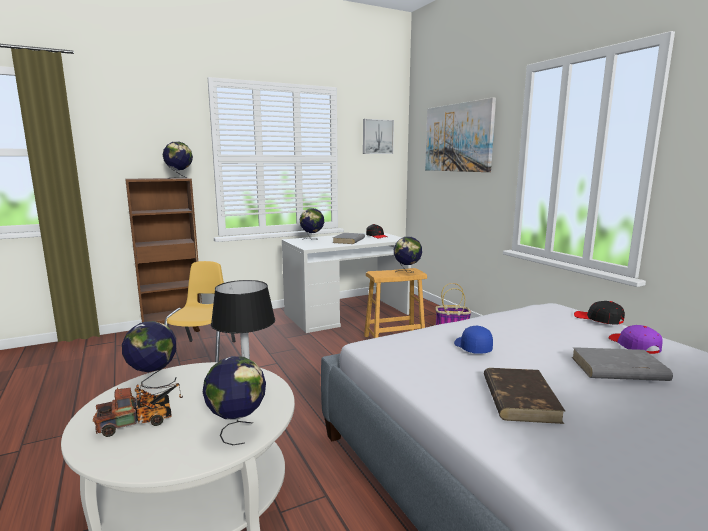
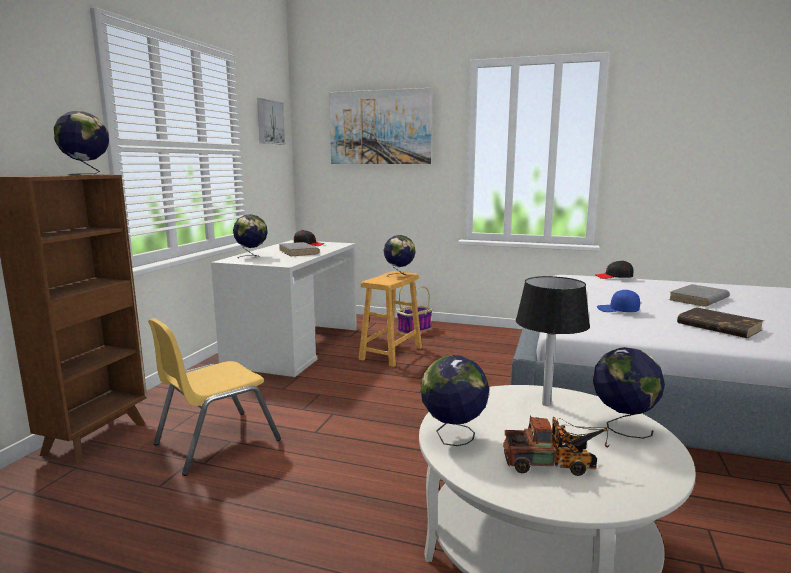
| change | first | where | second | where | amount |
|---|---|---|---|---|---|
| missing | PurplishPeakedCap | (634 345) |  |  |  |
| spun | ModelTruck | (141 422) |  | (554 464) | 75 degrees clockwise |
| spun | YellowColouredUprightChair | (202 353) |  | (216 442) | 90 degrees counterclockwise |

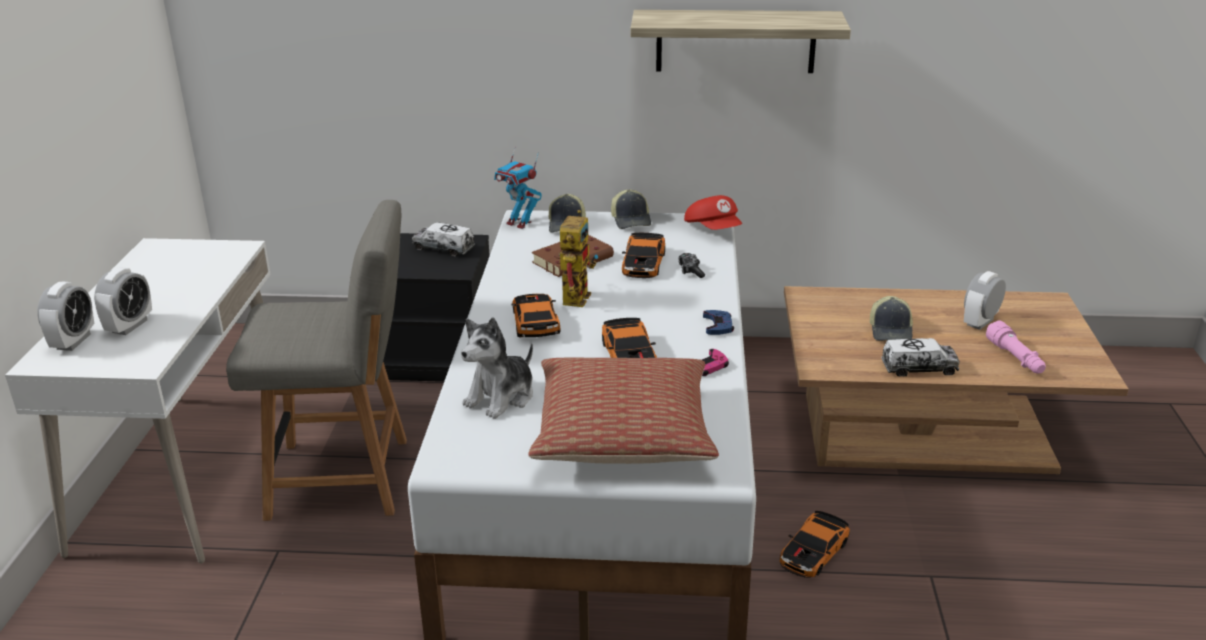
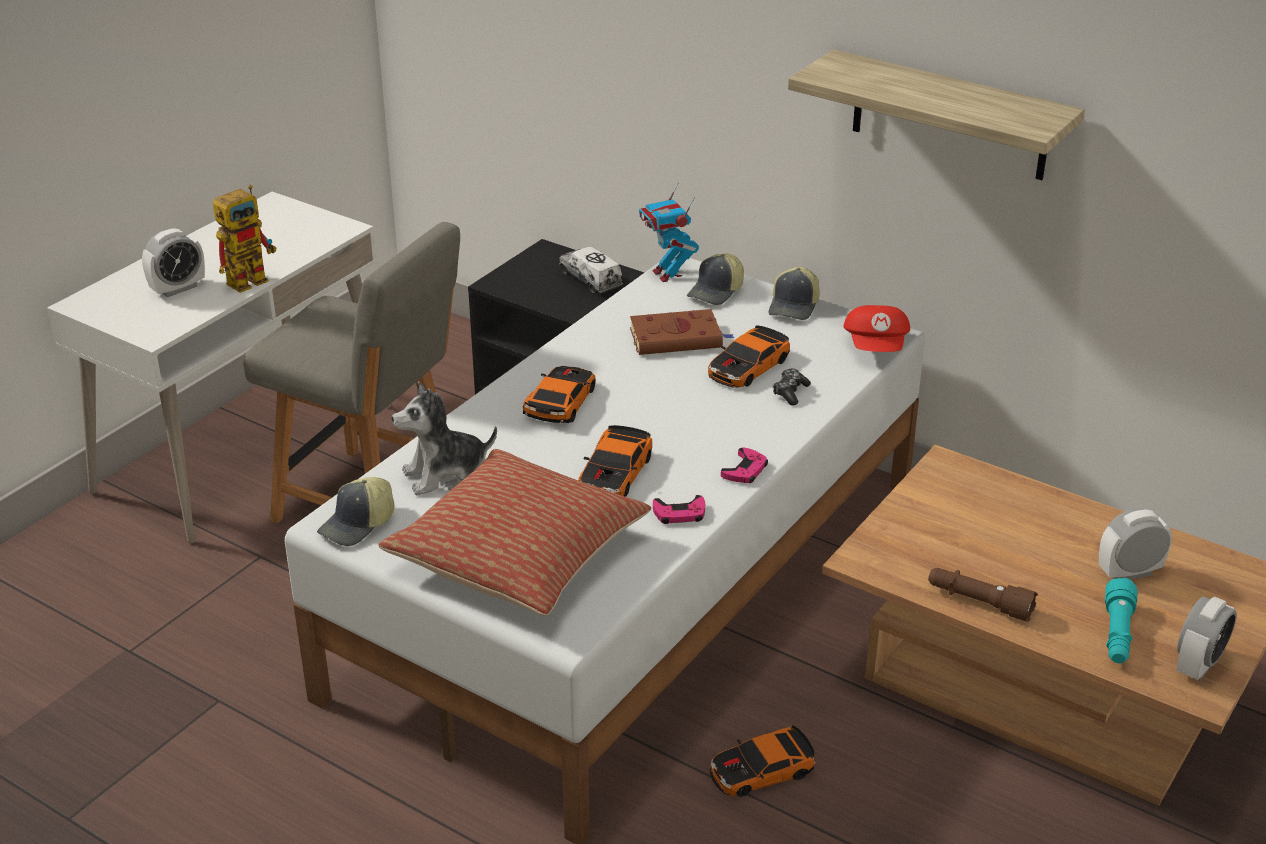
| change | first | where | second | where | amount |
|---|---|---|---|---|---|
| relocated | BedsideClock | (73 341) |  | (1198 665) |  |
| relocated | RobotFigure | (575 295) |  | (252 278) |  |
| relocated | PeakedCap | (891 331) |  | (358 524) |  |
| exchanged | ModelTruck | (919 368) | BrownColouredFlashlight | (979 602) |  |
| colour | BlueJoypad | (718 326) | PinkColouredJoypad | (745 470) |  |
| colour | PinkColouredFlashlight | (1015 358) | BlueGreenFlashlight | (1117 634) |  |

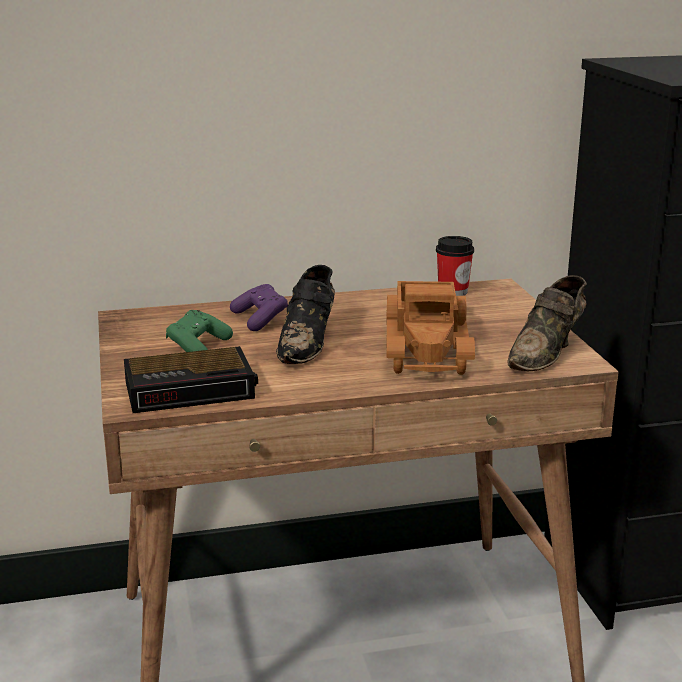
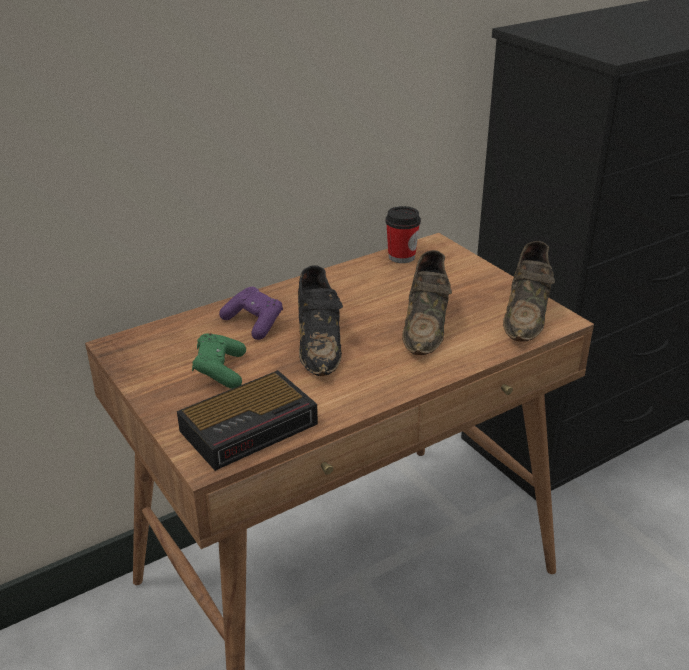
| change | first | where | second | where | amount |
|---|---|---|---|---|---|
| exchanged | ModelTruck | (429 346) | BrownColouredItemOfFootwear | (426 326) |  |

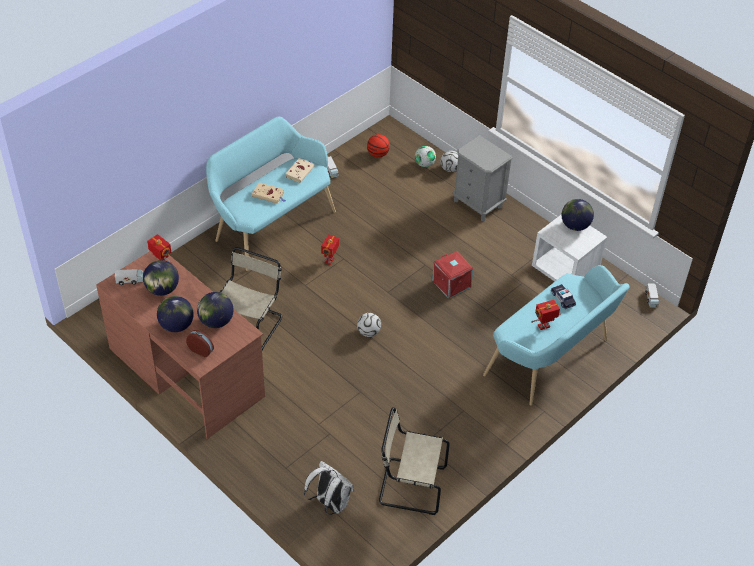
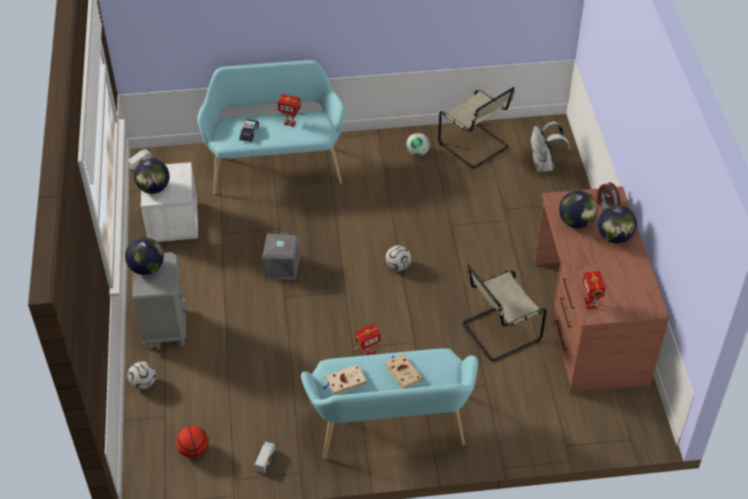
| change | first | where | second | where | amount |
|---|---|---|---|---|---|
| missing | ModelTruck | (130 280) |  |  |  |
| relocated | Globe | (162 289) |  | (147 268) |  |
| relocated | Football | (424 164) |  | (417 153) |  |
| colour | RedColouredStorageBin | (452 284) | GrayStorageBin | (281 266) |  |

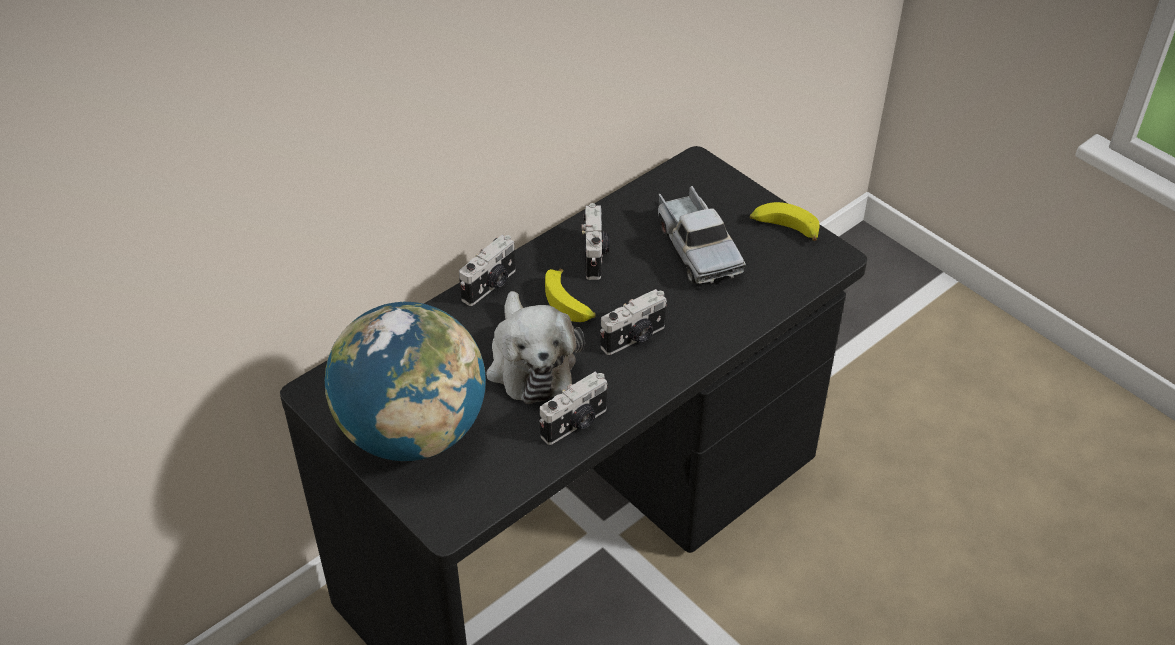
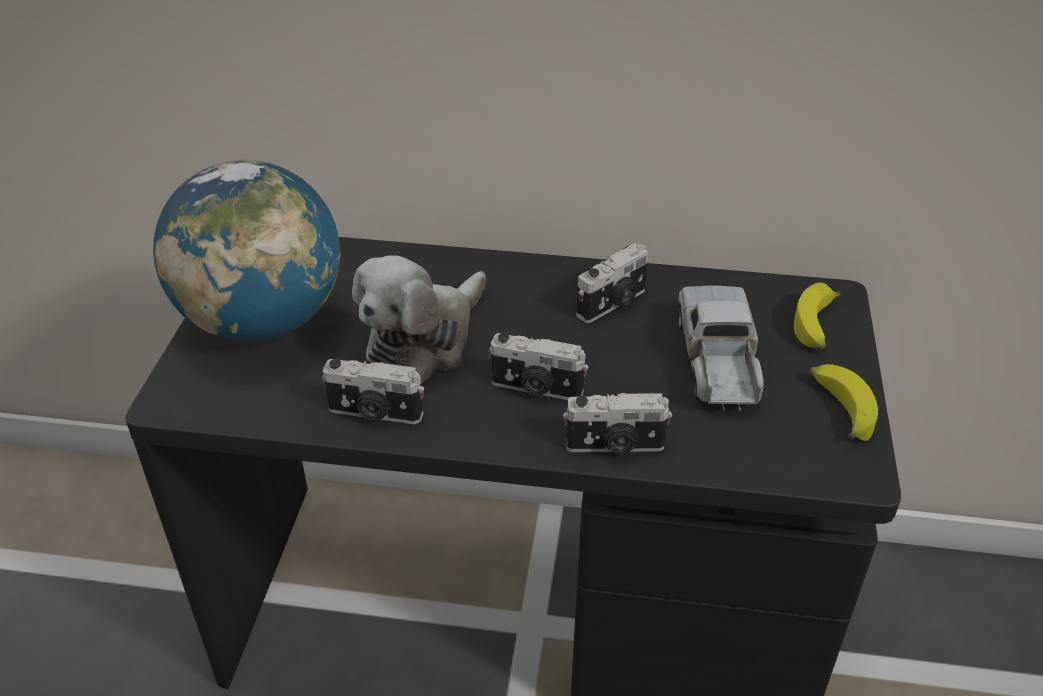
| change | first | where | second | where | amount |
|---|---|---|---|---|---|
| relocated | StillCamera | (491 285) |  | (615 446) |  |
| relocated | Banana | (569 303) |  | (816 327) |  |
| spun | ModelTruck | (696 248) |  | (718 362) | 150 degrees clockwise |

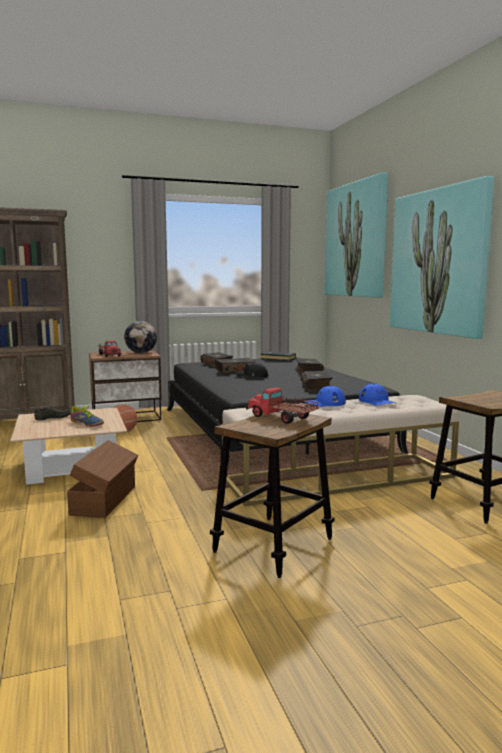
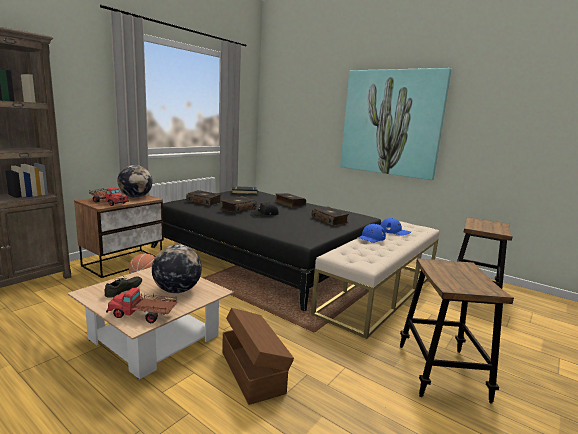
| change | first | where | second | where | amount |
|---|---|---|---|---|---|
| missing | Picture | (356 240) |  |  |  |
| relocated | ModelTruck | (282 418) |  | (143 315) |  |
| exchanged | ItemOfFootwear | (87 423) | Globe | (177 290) |  |

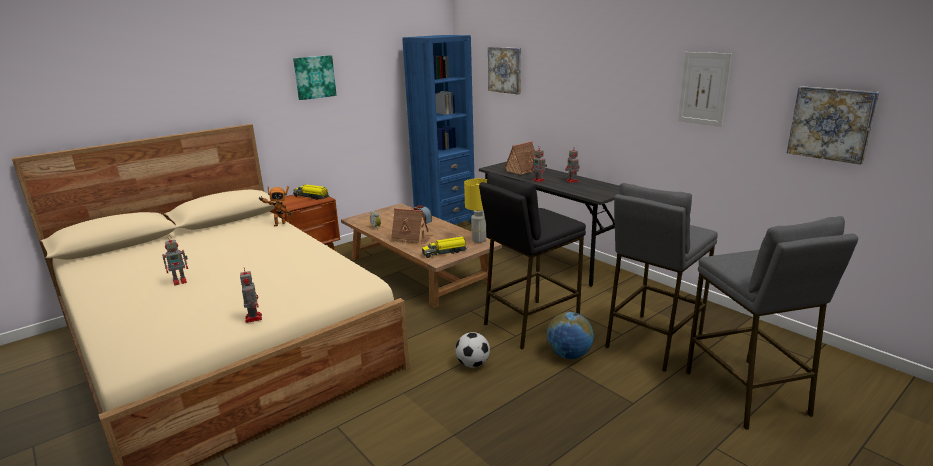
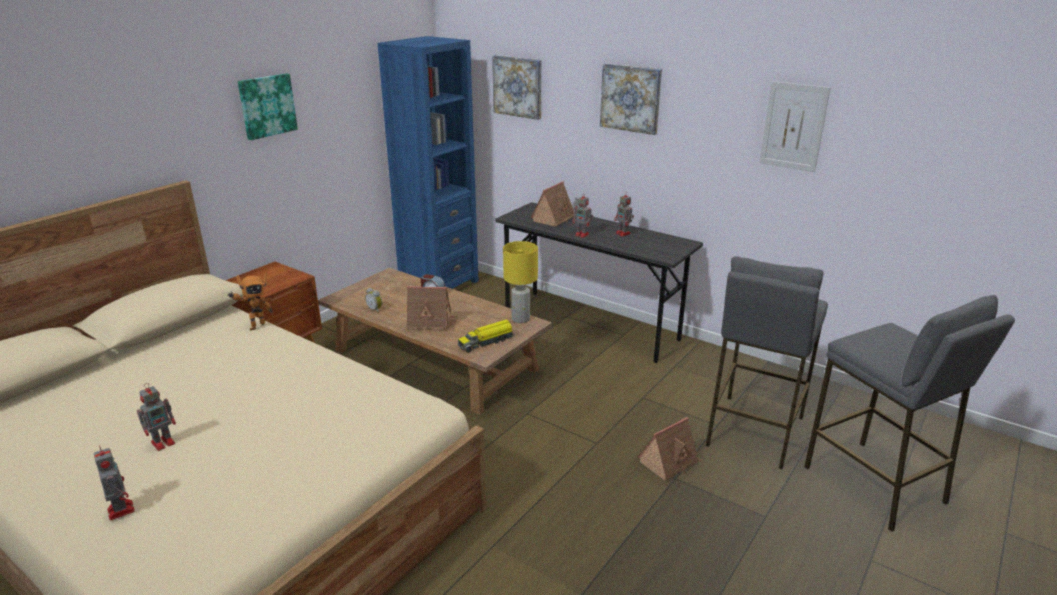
| change | first | where | second | where | amount |
|---|---|---|---|---|---|
| missing | ModelTruck | (311 197) |  |  |  |
| missing | Football | (473 364) |  |  |  |
| missing | BlackColouredSittingStool | (530 323) |  |  |  |
| relocated | RobotFigure | (253 317) |  | (121 509) |  |
| relocated | Picture | (831 124) |  | (631 98) |  |
| exchanged | Globe | (569 355) | ModelHouse | (669 462) |  |

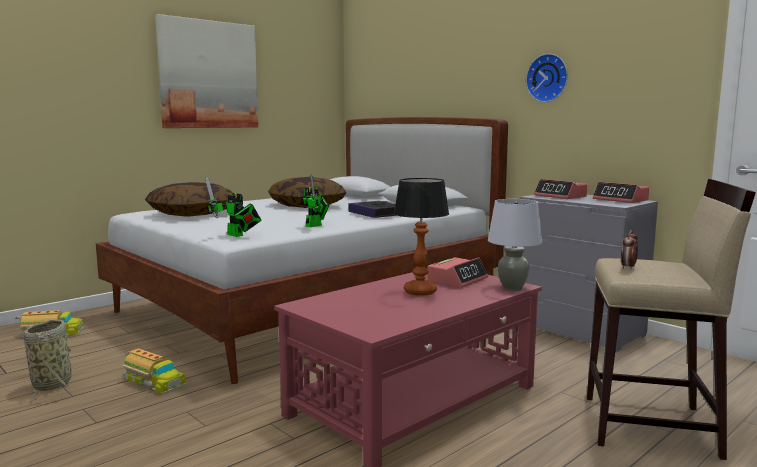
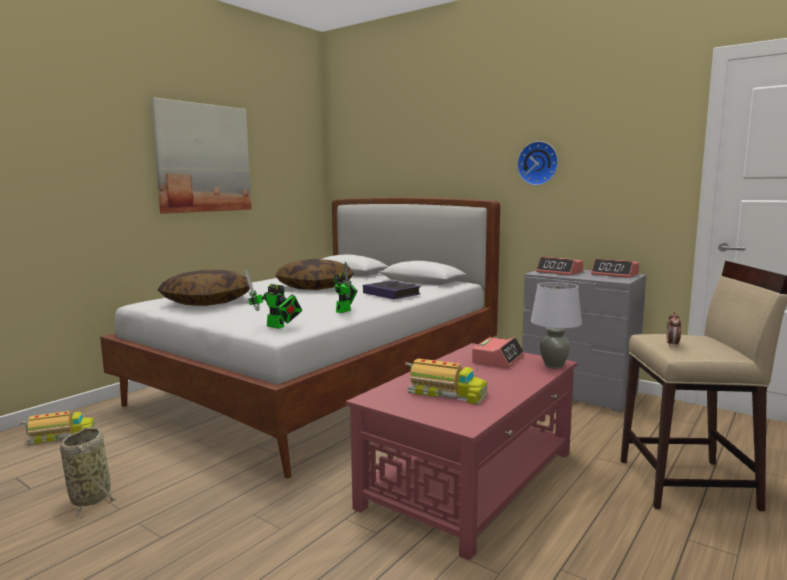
| change | first | where | second | where | amount |
|---|---|---|---|---|---|
| missing | TableLamp | (421 291) |  |  |  |
| relocated | ModelTruck | (152 382) |  | (446 394) |  |

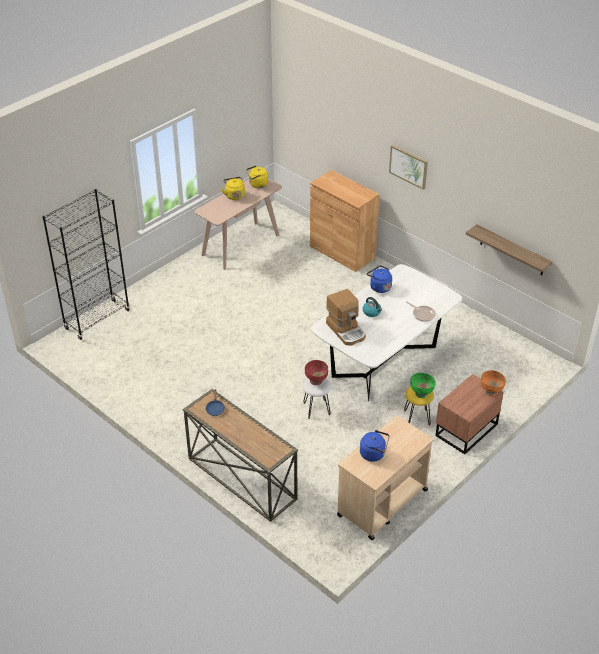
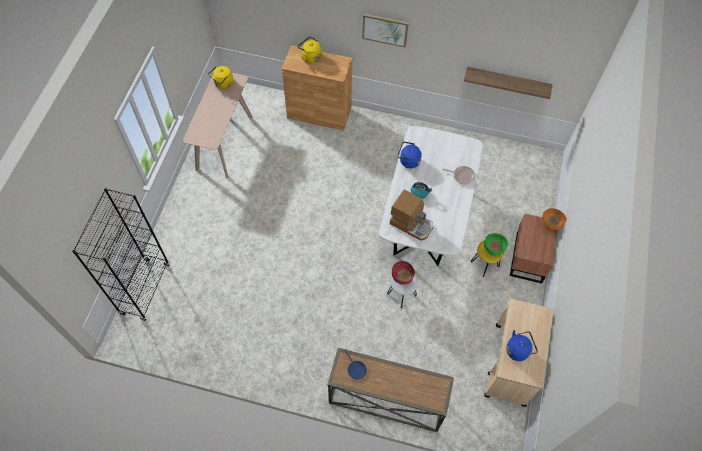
| change | first | where | second | where | amount |
|---|---|---|---|---|---|
| relocated | YellowColouredWaterKettle | (234 195) |  | (310 57) |  |

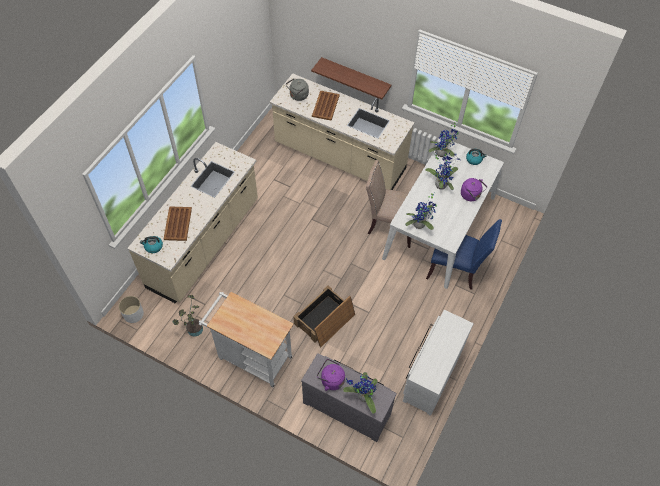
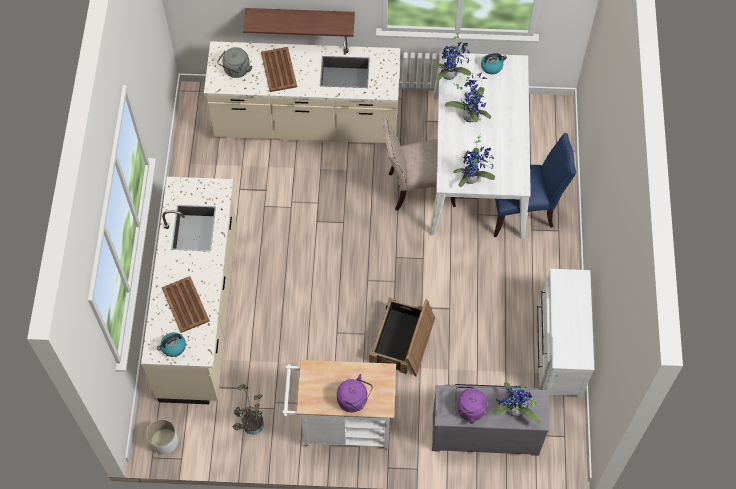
| change | first | where | second | where | amount |
|---|---|---|---|---|---|
| relocated | PurplishWaterKettle | (471 195) |  | (354 400) |  |

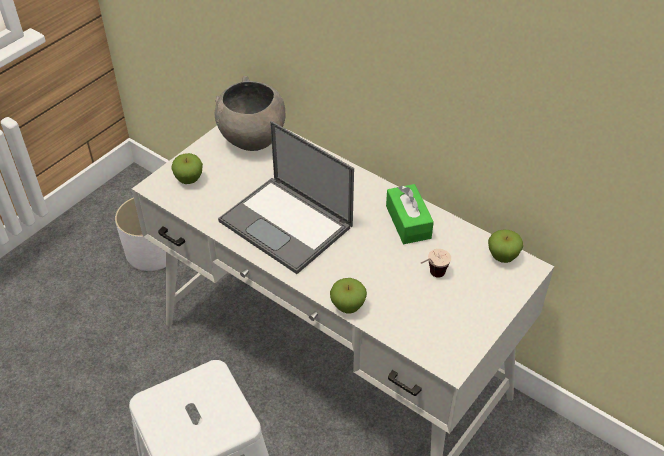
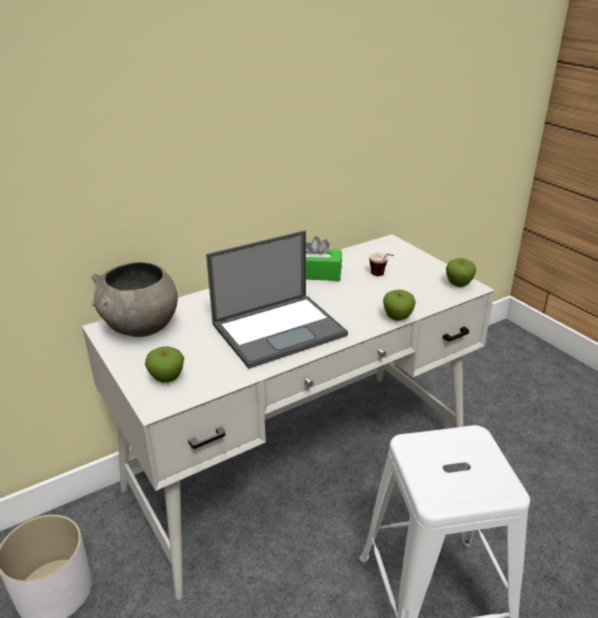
| change | first | where | second | where | amount |
|---|---|---|---|---|---|
| relocated | Apple | (502 257) |  | (458 284) |  |

